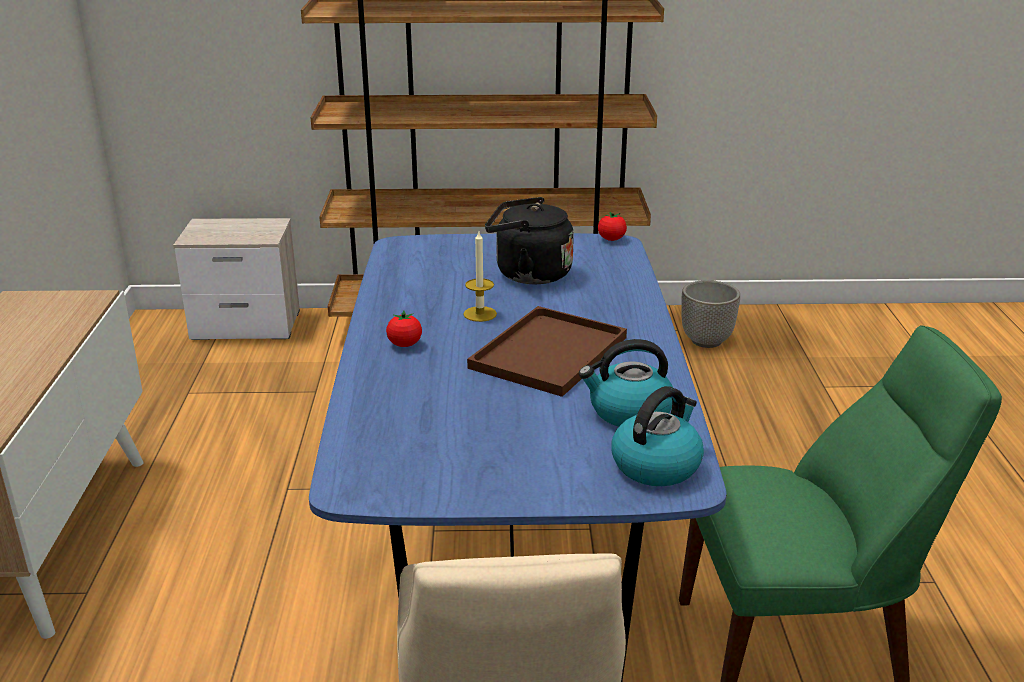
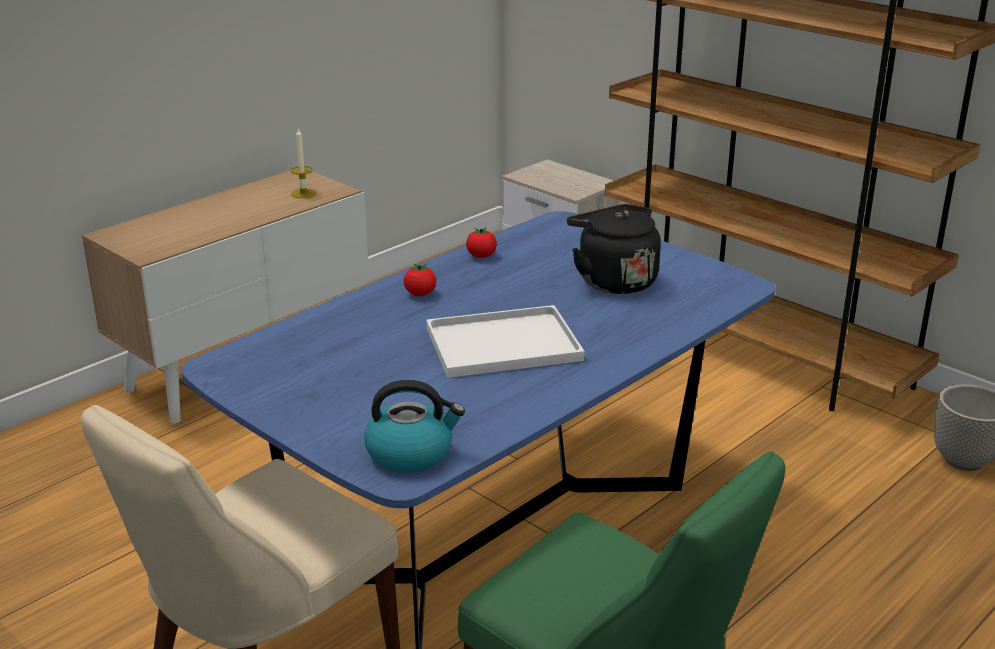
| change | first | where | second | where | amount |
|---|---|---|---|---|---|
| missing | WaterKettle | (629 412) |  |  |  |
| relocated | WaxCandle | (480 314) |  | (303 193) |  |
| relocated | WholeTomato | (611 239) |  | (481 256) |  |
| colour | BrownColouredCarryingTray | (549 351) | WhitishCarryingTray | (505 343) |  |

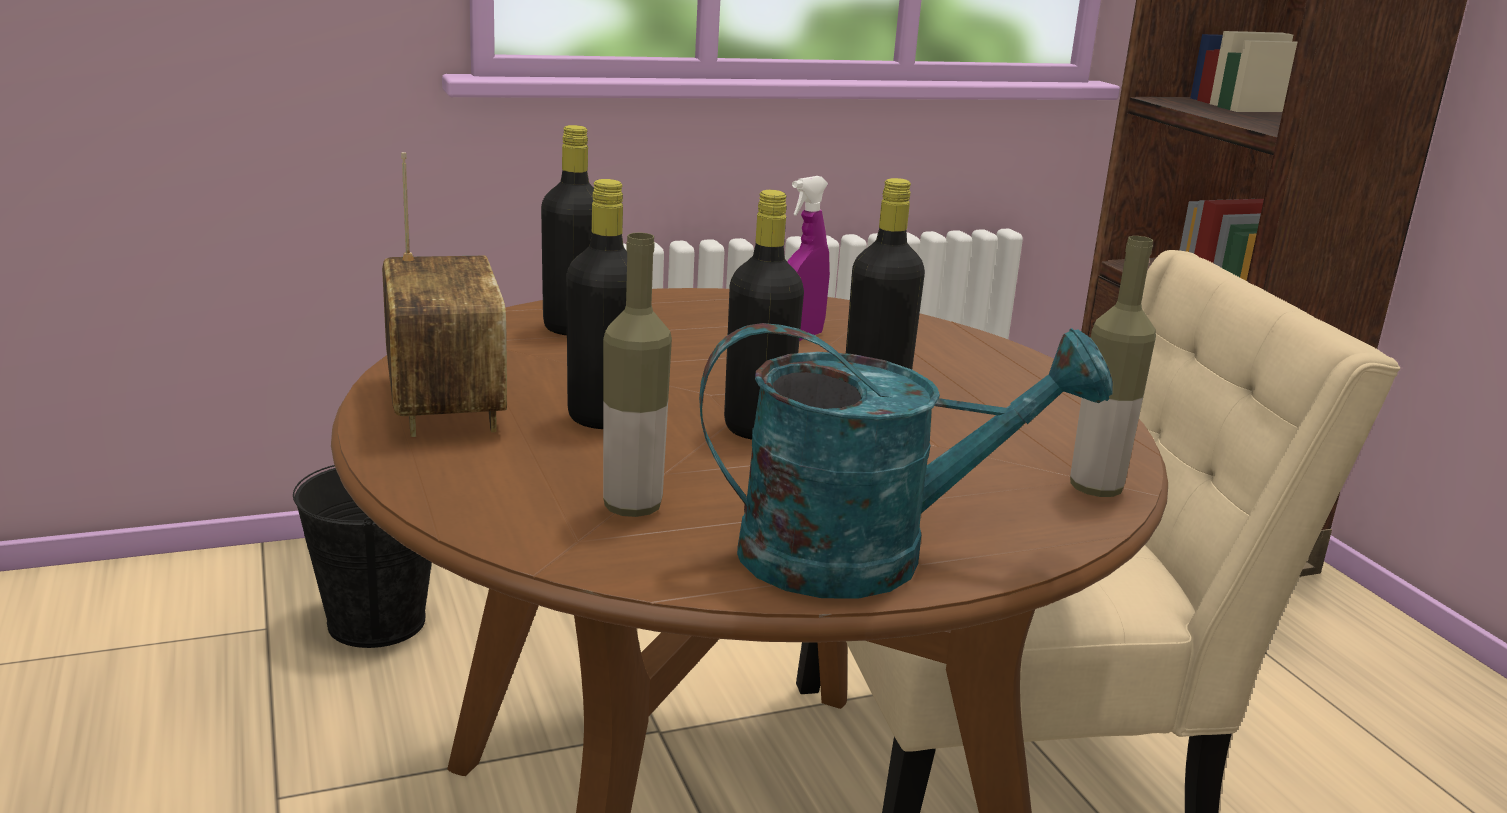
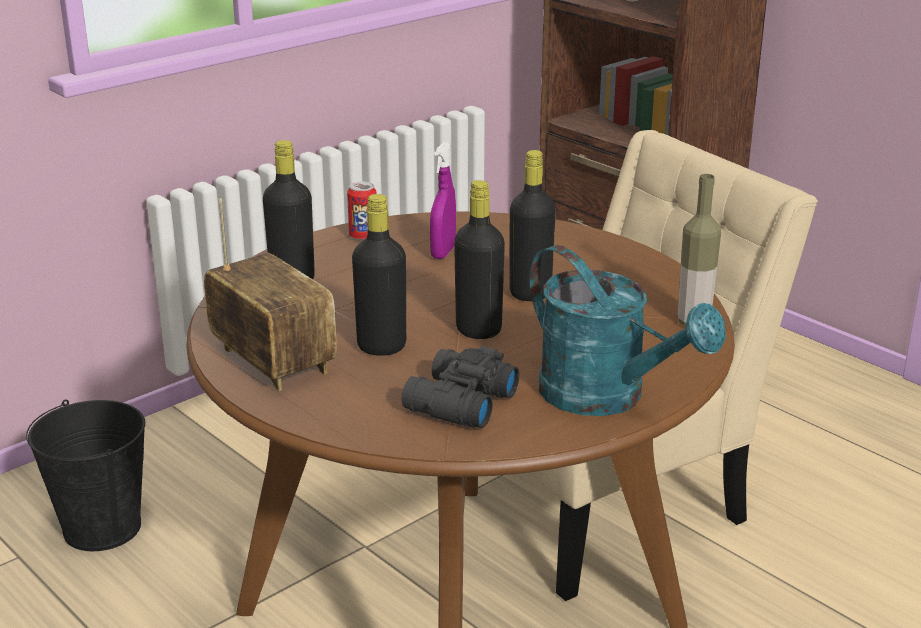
| change | first | where | second | where | amount |
|---|---|---|---|---|---|
| appeared |  |  | MetalCan | (363 236) |  |
| exchanged | BeverageBottle | (632 507) | BlackColouredFieldGlasses | (457 403) |  |
| spun | BlueGreenWateringPot | (866 554) |  | (607 398) | 75 degrees clockwise |

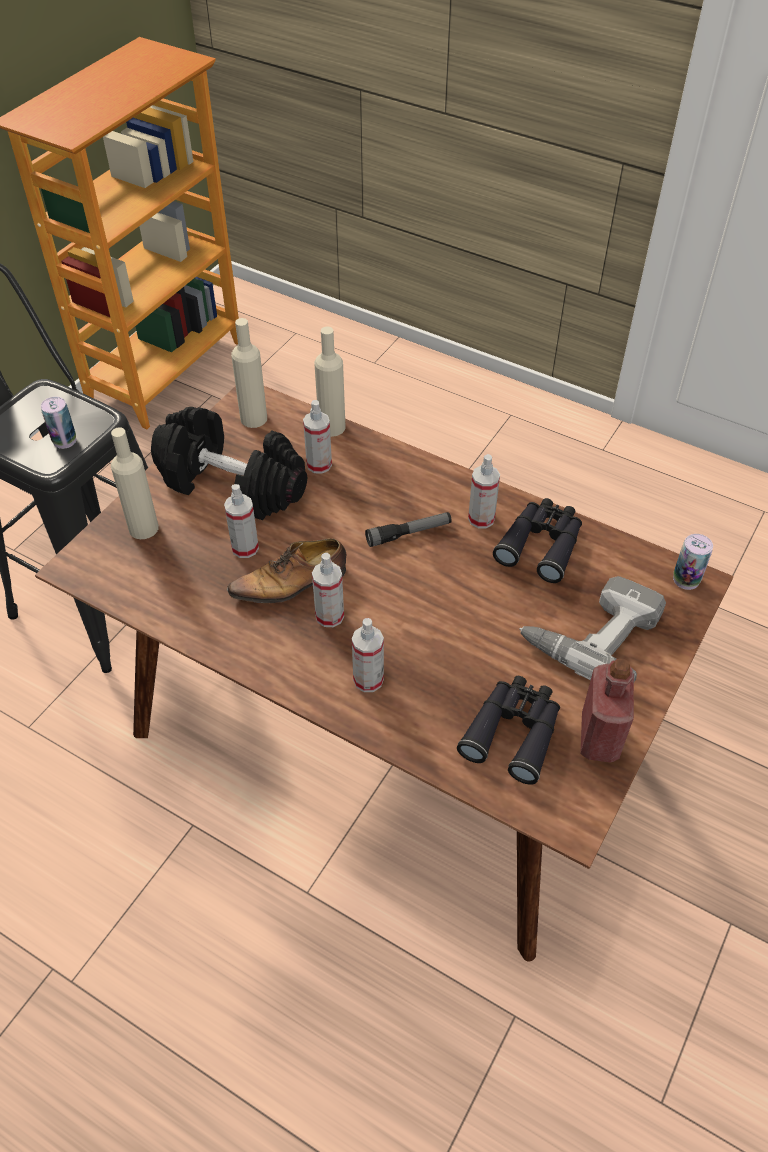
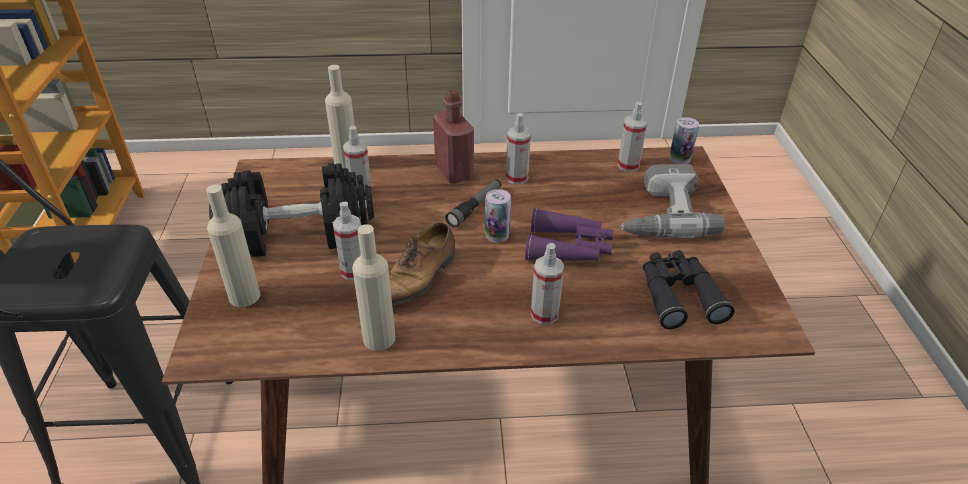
| change | first | where | second | where | amount |
|---|---|---|---|---|---|
| missing | BlackColouredFieldGlasses | (541 544) |  |  |  |
| appeared |  |  | PurplishFieldGlasses | (569 248) |  |
| relocated | MetalCan | (64 440) |  | (497 235) |  |
| relocated | BeigeBeverageBottle | (253 418) |  | (379 338) |  |
| relocated | SprayBottle | (329 616) |  | (628 165) |  |
| relocated | RedColouredBeverageBottle | (599 737) |  | (454 172) |  |

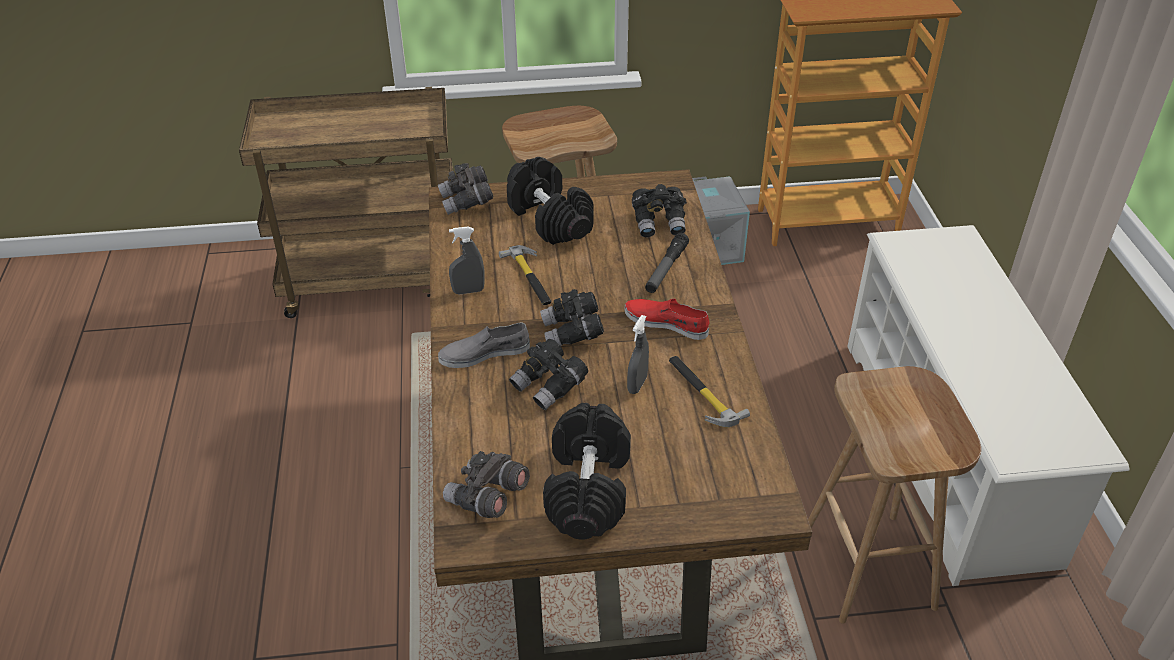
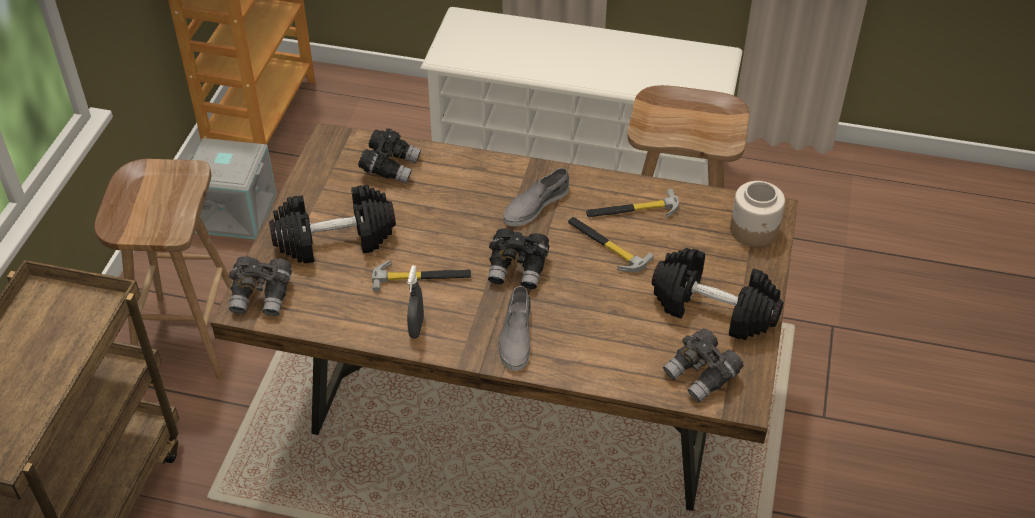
| change | first | where | second | where | amount |
|---|---|---|---|---|---|
| missing | BlackColouredFieldGlasses | (549 386) |  |  |  |
| missing | Flashlight | (666 269) |  |  |  |
| appeared |  |  | StorageJar | (754 230) |  |
| exchanged | GraySprayBottle | (637 384) | ToolHammer | (605 246) |  |
| colour | RedColouredItemOfFootwear | (666 323) | GrayItemOfFootwear | (535 205) |  |

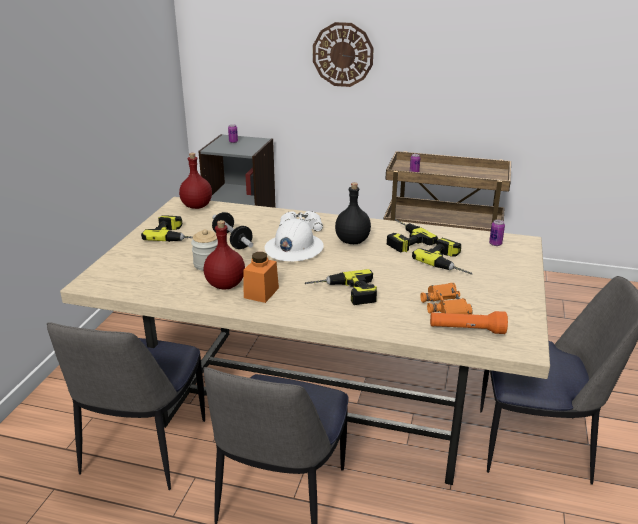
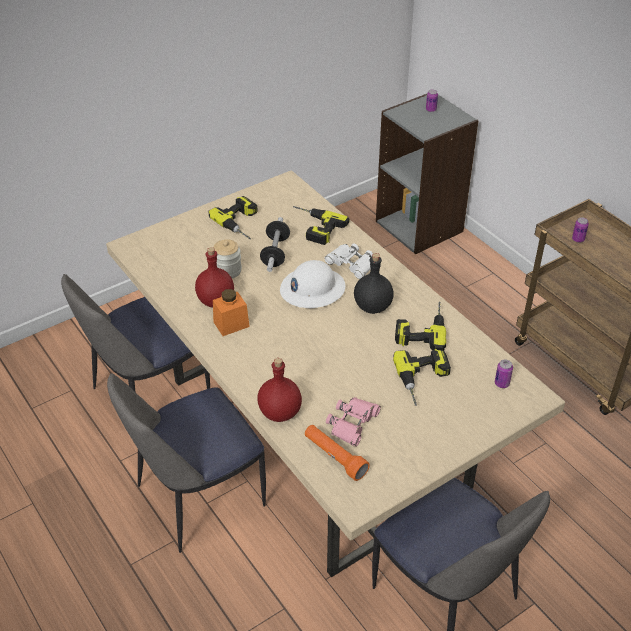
| change | first | where | second | where | amount |
|---|---|---|---|---|---|
| missing | ClockOnTheWall | (343 54) |  |  |  |
| relocated | RedColouredBeverageBottle | (197 206) |  | (280 413) |  |
| relocated | PowerDrill | (343 293) |  | (313 227) |  |
| colour | OrangeyFieldGlasses | (445 306) | PinkColouredFieldGlasses | (352 423) |  |

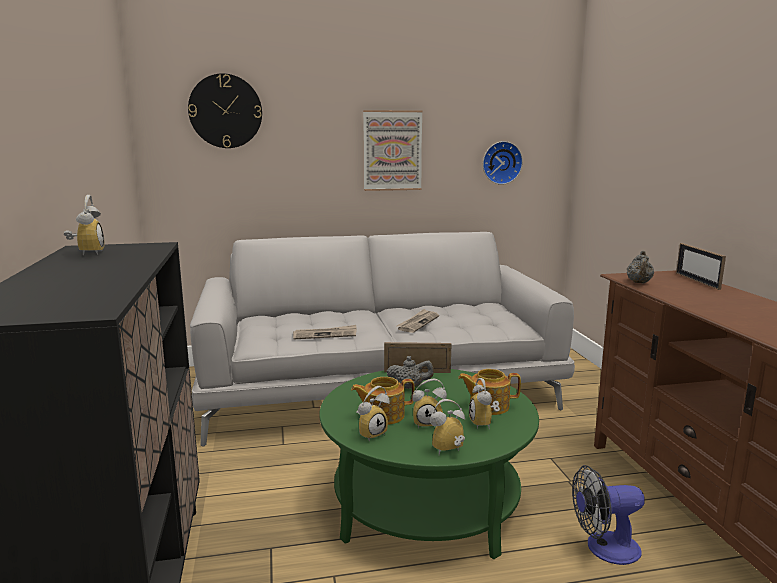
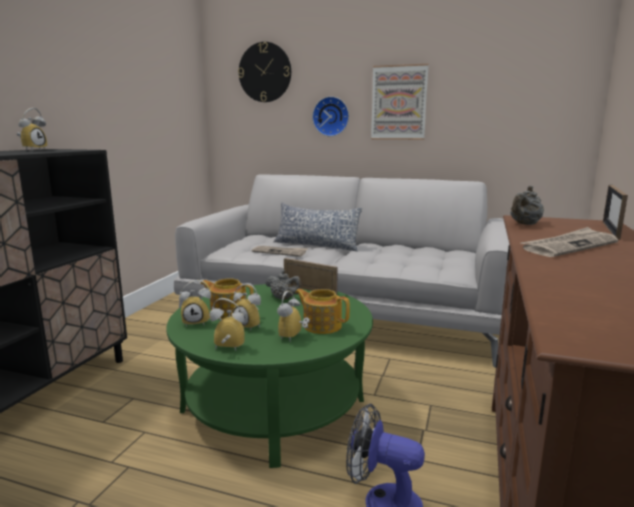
| change | first | where | second | where | amount |
|---|---|---|---|---|---|
| appeared |  |  | Pillow | (316 245) |  |
| relocated | Newspaper | (418 322) |  | (569 246) |  |
| relocated | ClockOnTheWall | (501 162) |  | (331 116) |  |

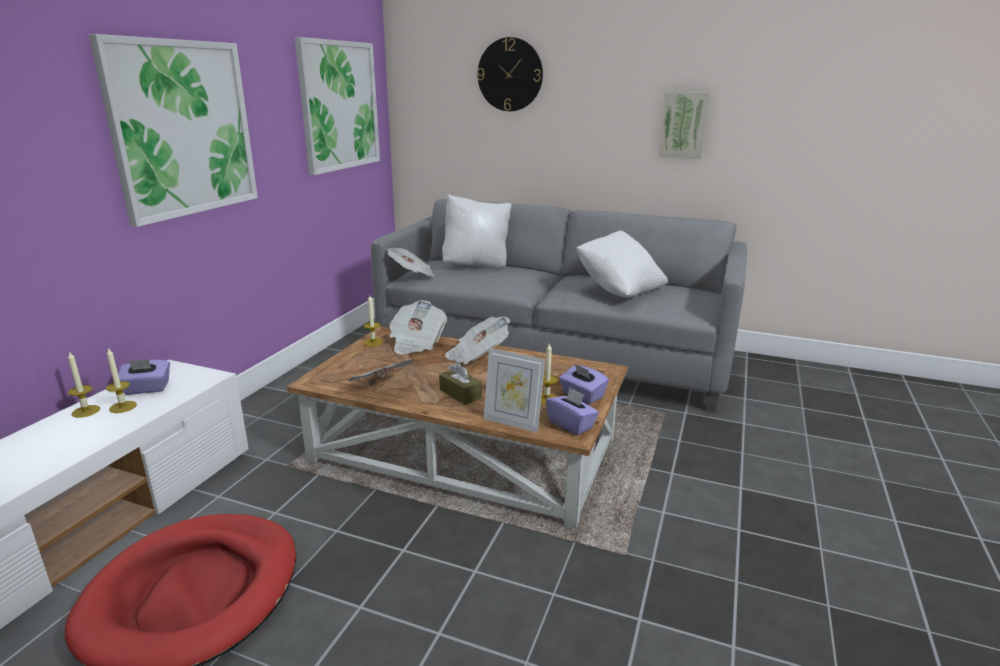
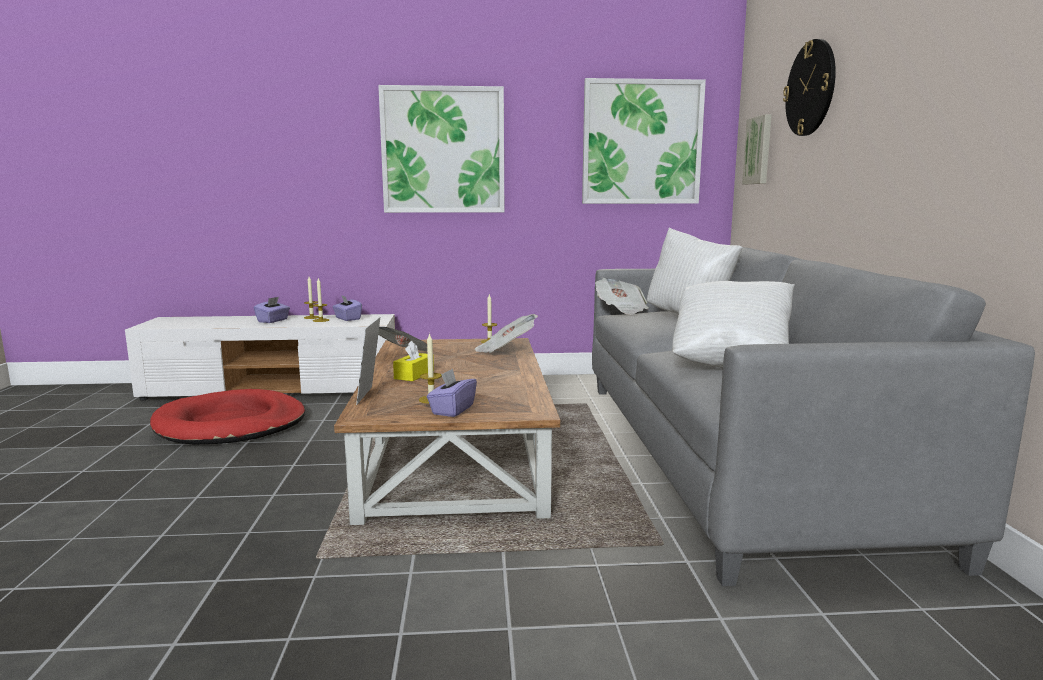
| change | first | where | second | where | amount |
|---|---|---|---|---|---|
| missing | Newspaper | (477 356) |  |  |  |
| relocated | PurplishTissueBox | (571 424) |  | (273 321) |  |
| relocated | Picture | (683 125) |  | (759 150) |  |
| colour | BrownColouredTissueBox | (460 394) | YellowColouredTissueBox | (414 375) |  |

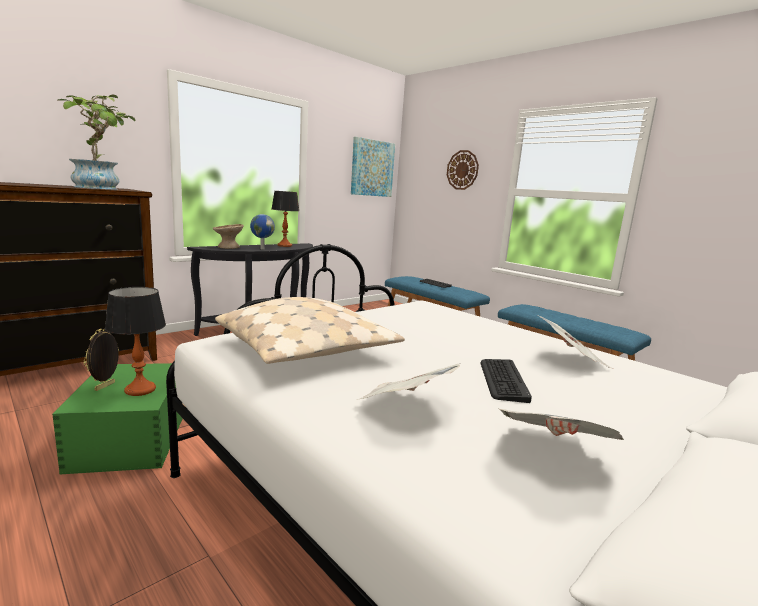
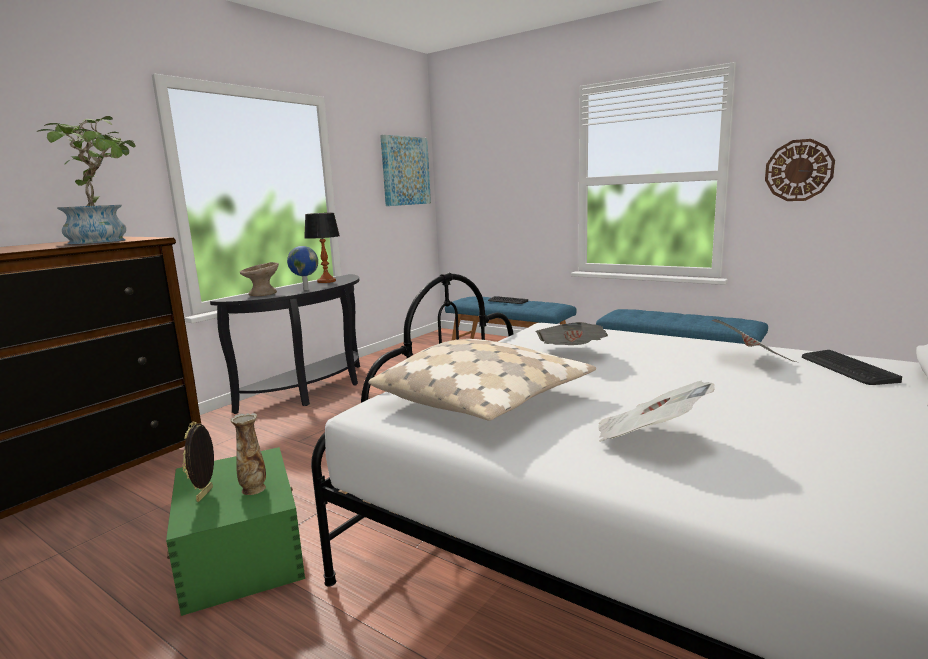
| change | first | where | second | where | amount |
|---|---|---|---|---|---|
| relocated | ClockOnTheWall | (462 170) |  | (799 170) |  |
| relocated | PcKeyboard | (502 380) |  | (846 368) |  |
| relocated | Newspaper | (552 453) |  | (571 354) |  |
| exchanged | TableLamp | (141 389) | Vase | (254 489) |  |

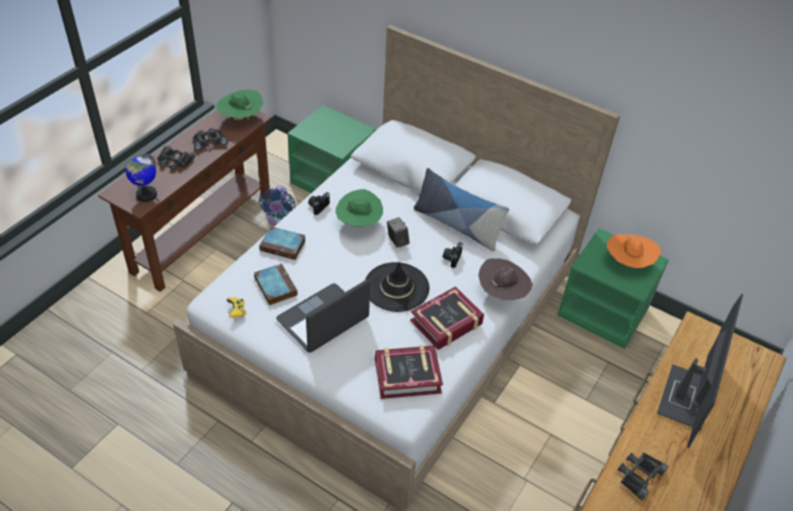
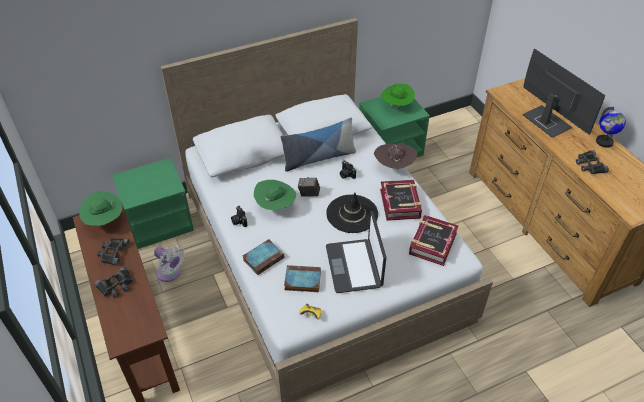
| change | first | where | second | where | amount |
|---|---|---|---|---|---|
| relocated | Globe | (146 194) |  | (604 142) |  |
| colour | BlueFan | (280 220) | WhitishFan | (170 273) |  |
| colour | OrangeyWearableHat | (627 263) | GreenWearableHat | (396 106) |  |

